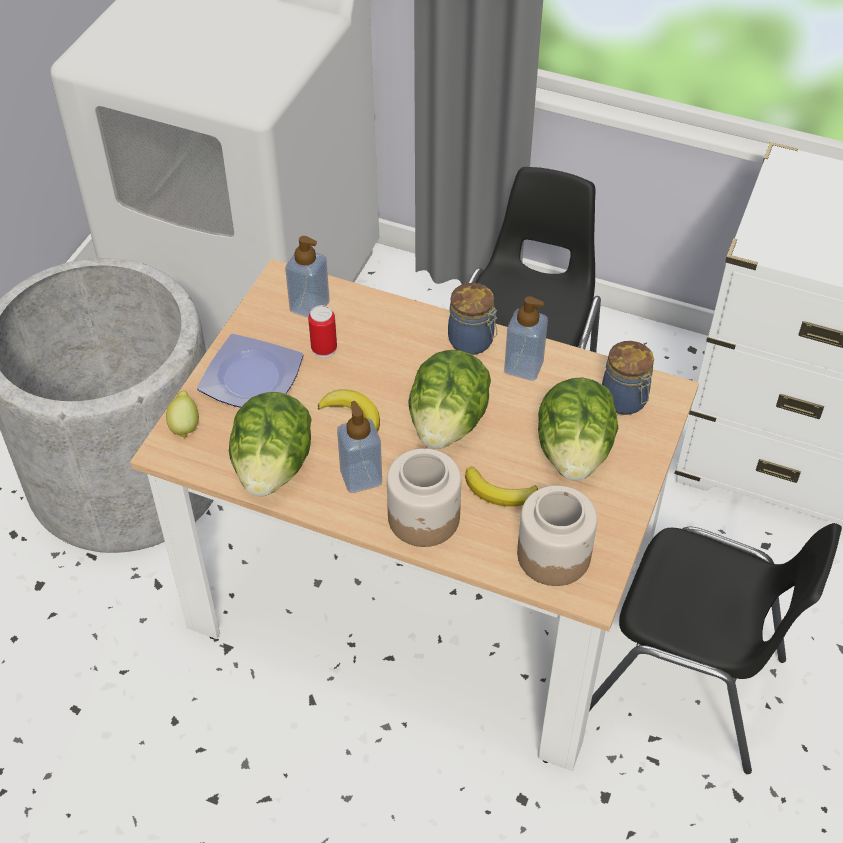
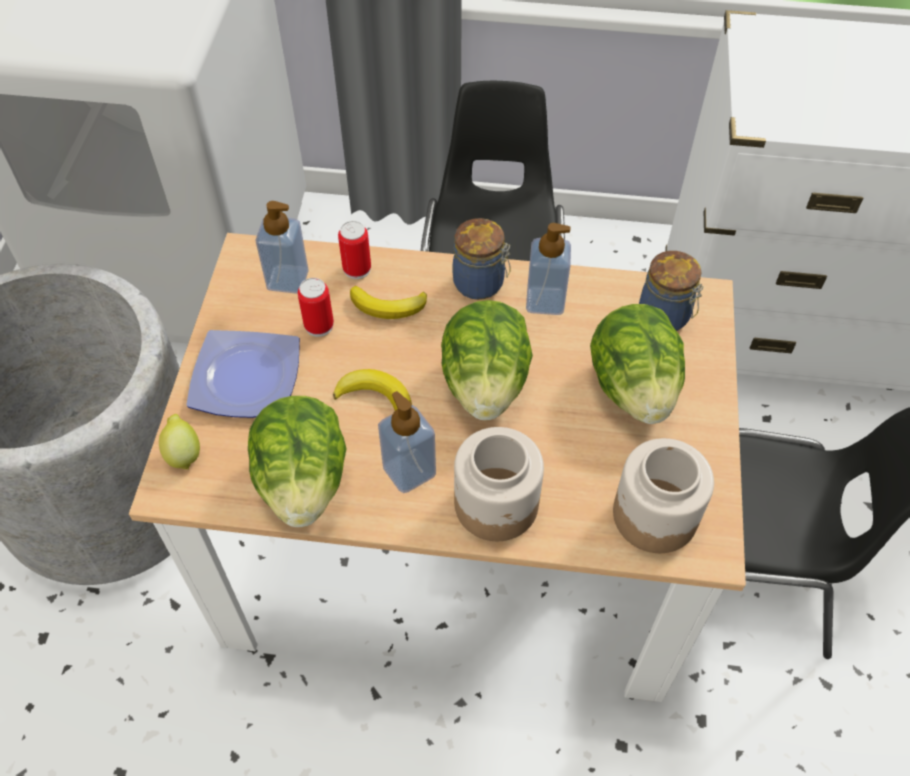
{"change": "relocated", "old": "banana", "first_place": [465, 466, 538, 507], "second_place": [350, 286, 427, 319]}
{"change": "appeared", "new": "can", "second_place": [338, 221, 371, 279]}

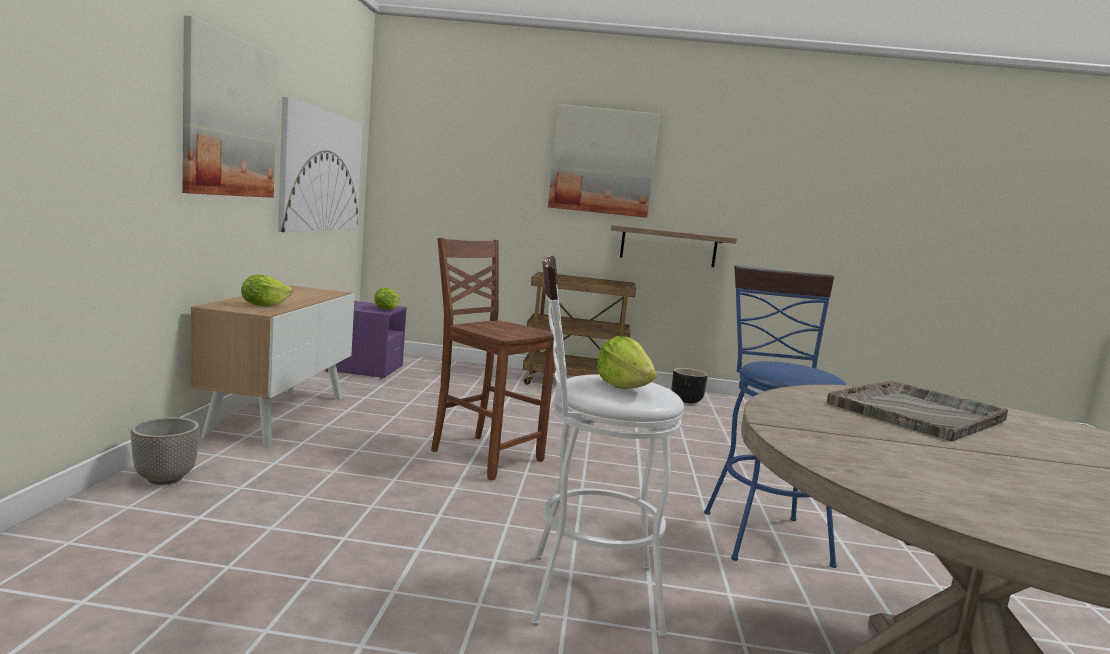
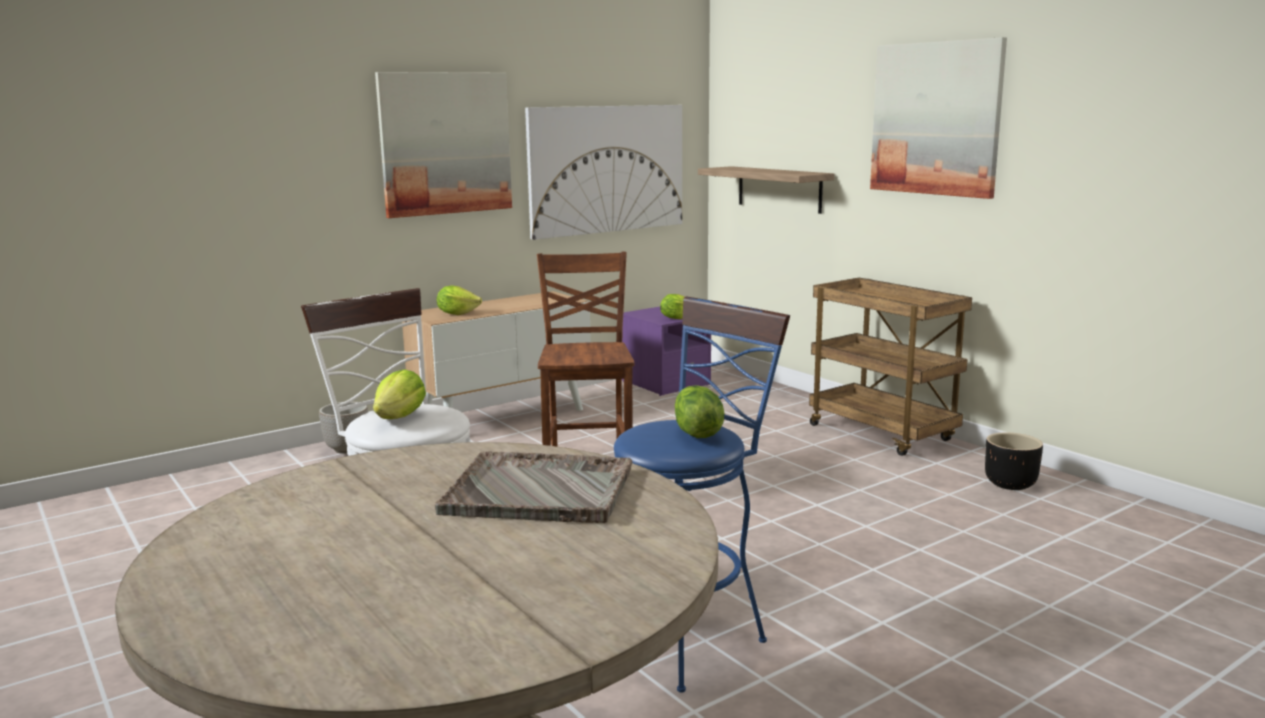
{"change": "relocated", "old": "shelf", "first_place": [611, 225, 737, 267], "second_place": [698, 166, 834, 214]}
{"change": "appeared", "new": "lettuce", "second_place": [675, 385, 725, 438]}

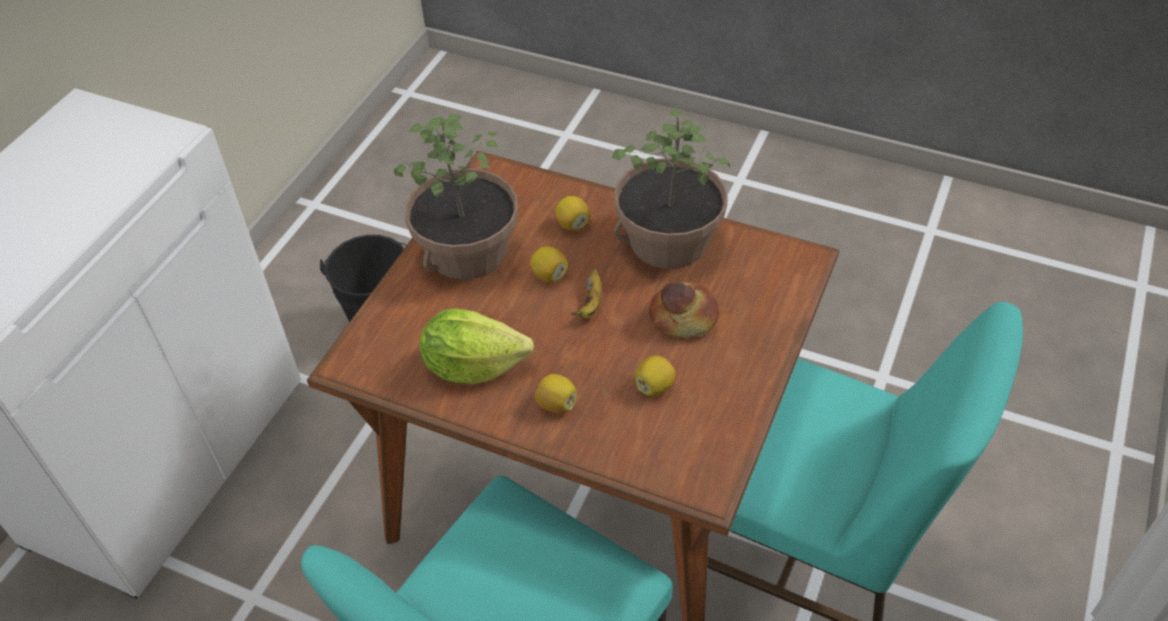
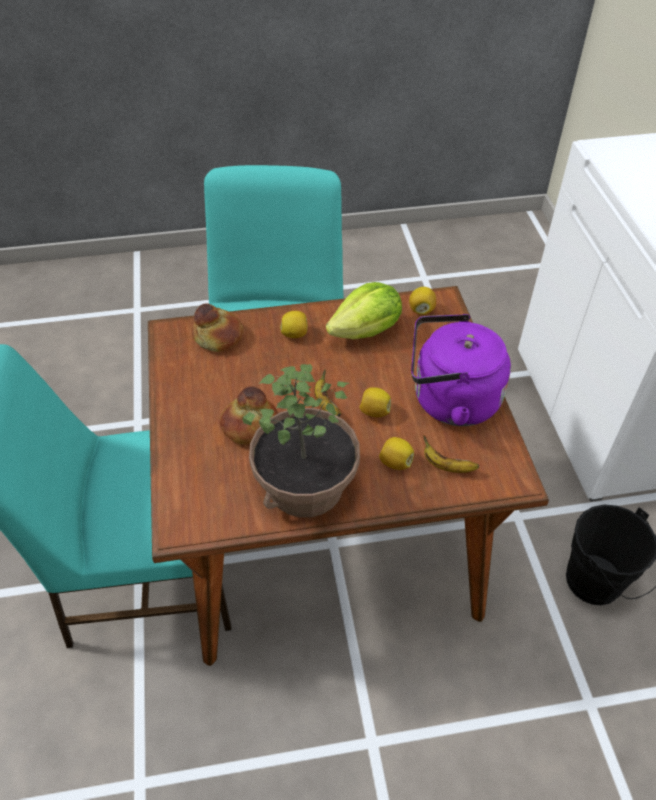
{"change": "exchanged", "old": "potted plant", "new": "kettle (purple)", "first_place": [394, 114, 518, 280], "second_place": [411, 314, 511, 426]}
{"change": "relocated", "old": "lemon", "first_place": [635, 355, 676, 396], "second_place": [409, 287, 436, 315]}
{"change": "appeared", "new": "bread", "second_place": [192, 303, 244, 352]}
{"change": "appeared", "new": "banana", "second_place": [424, 436, 479, 473]}

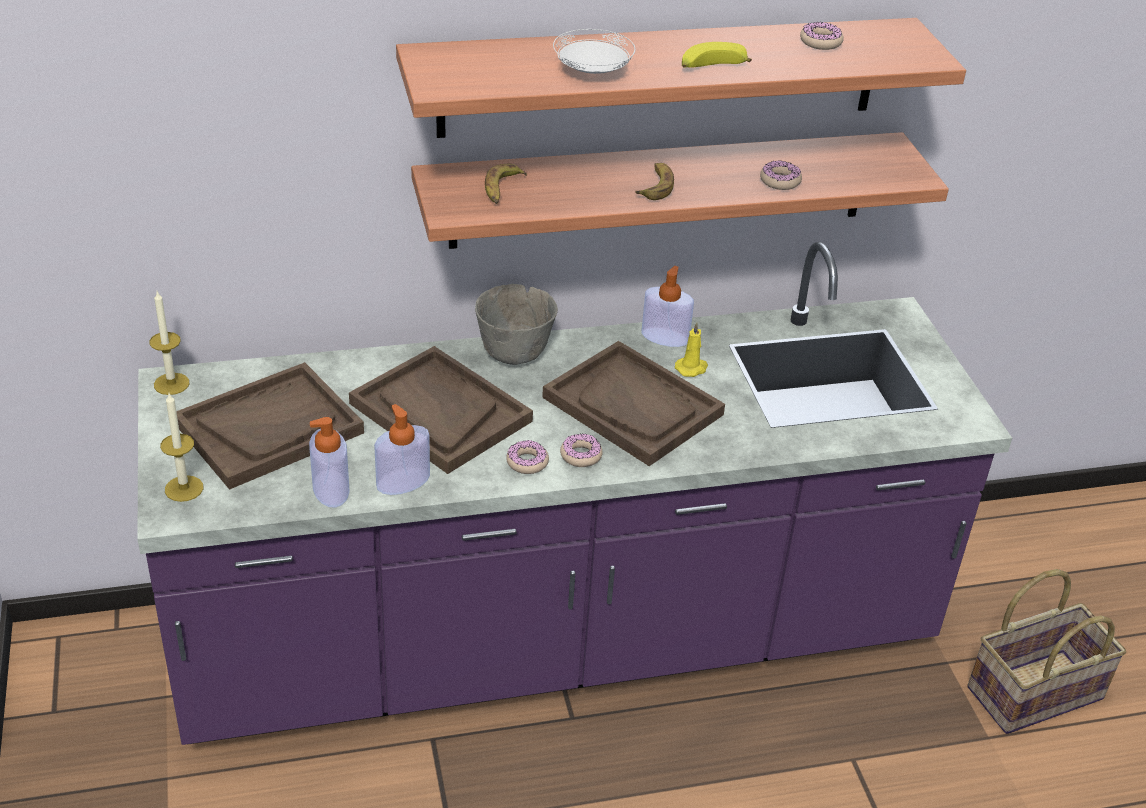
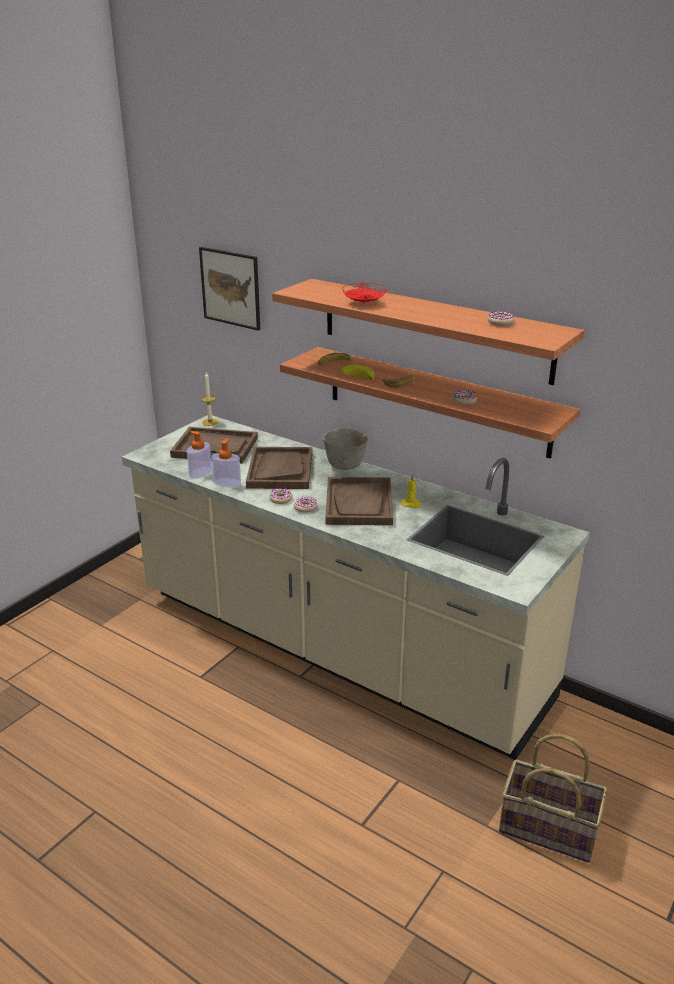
{"change": "colour", "old": "counter (purple)", "new": "counter (beige)", "first_place": [137, 242, 1012, 745], "second_place": [122, 415, 590, 760]}
{"change": "missing", "old": "candle", "first_place": [160, 393, 203, 502]}
{"change": "colour", "old": "plate (white)", "new": "plate (red)", "first_place": [553, 29, 635, 74], "second_place": [342, 283, 387, 303]}
{"change": "missing", "old": "soap dispenser", "first_place": [641, 266, 694, 347]}
{"change": "relocated", "old": "banana", "first_place": [682, 42, 752, 68], "second_place": [339, 365, 374, 380]}
{"change": "appeared", "new": "picture", "second_place": [199, 247, 260, 331]}

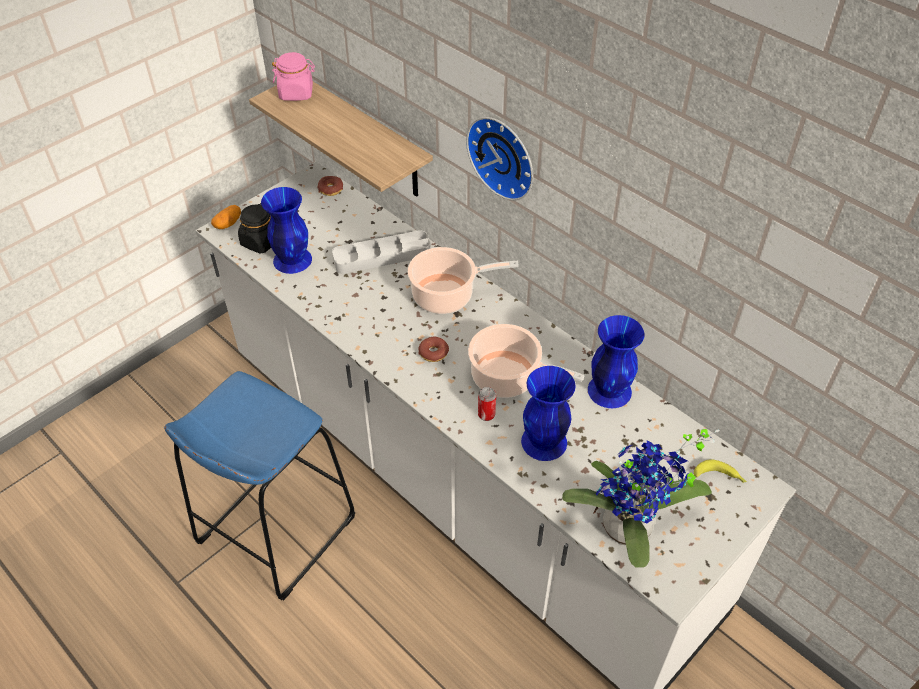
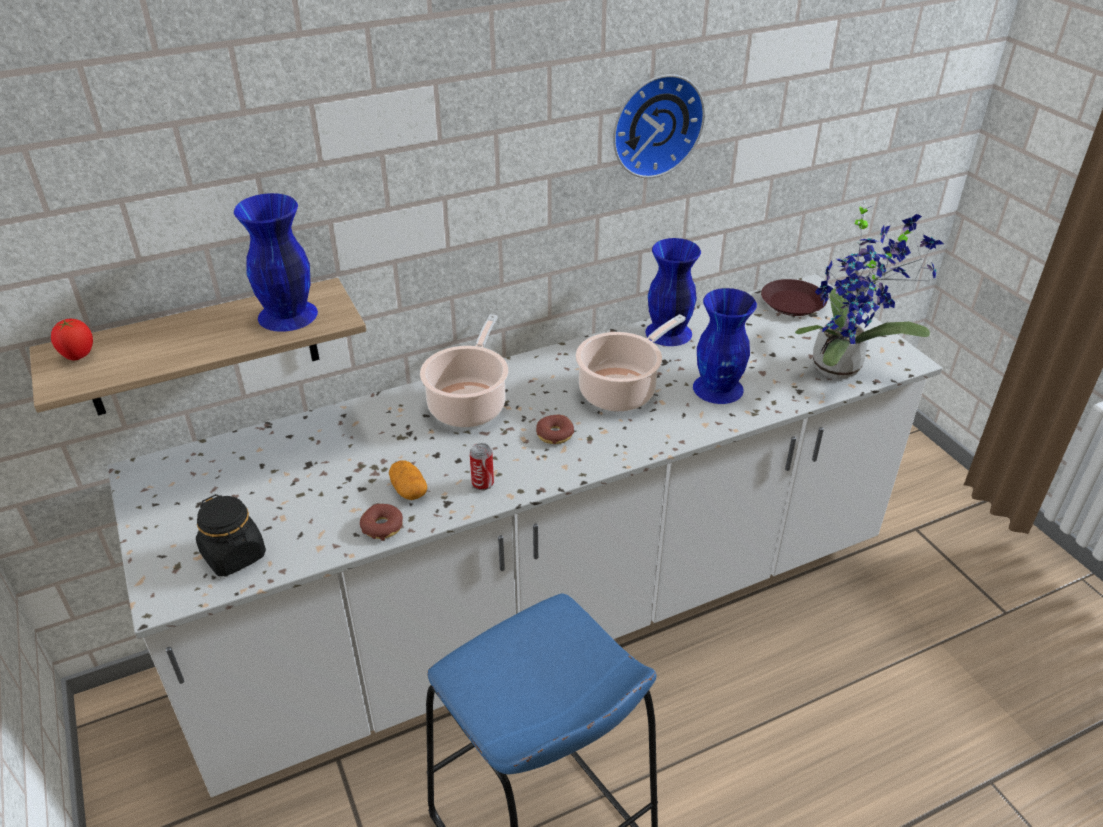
{"change": "relocated", "old": "potato", "first_place": [211, 205, 241, 229], "second_place": [389, 460, 427, 500]}
{"change": "relocated", "old": "vase (blue)", "first_place": [261, 187, 312, 274], "second_place": [234, 193, 318, 332]}
{"change": "exchanged", "old": "jar (pink)", "new": "tomato", "first_place": [272, 52, 315, 101], "second_place": [51, 319, 93, 360]}
{"change": "relocated", "old": "donut", "first_place": [317, 176, 343, 196], "second_place": [360, 504, 403, 541]}
{"change": "missing", "old": "tray (grey)", "first_place": [332, 230, 430, 274]}
{"change": "relocated", "old": "wall clock", "first_place": [466, 117, 533, 201], "second_place": [613, 74, 705, 178]}
{"change": "relocated", "old": "can", "first_place": [478, 387, 496, 421], "second_place": [470, 443, 494, 490]}
{"change": "exchanged", "old": "banana", "new": "plate (brown)", "first_place": [694, 460, 747, 483], "second_place": [761, 279, 827, 316]}

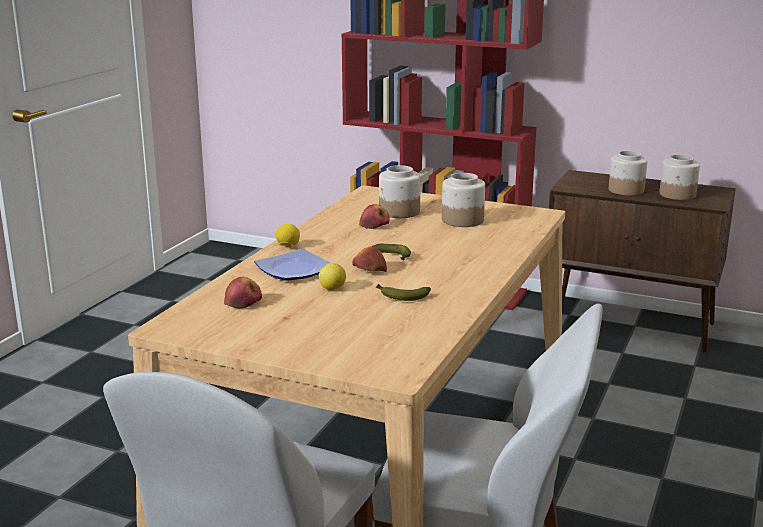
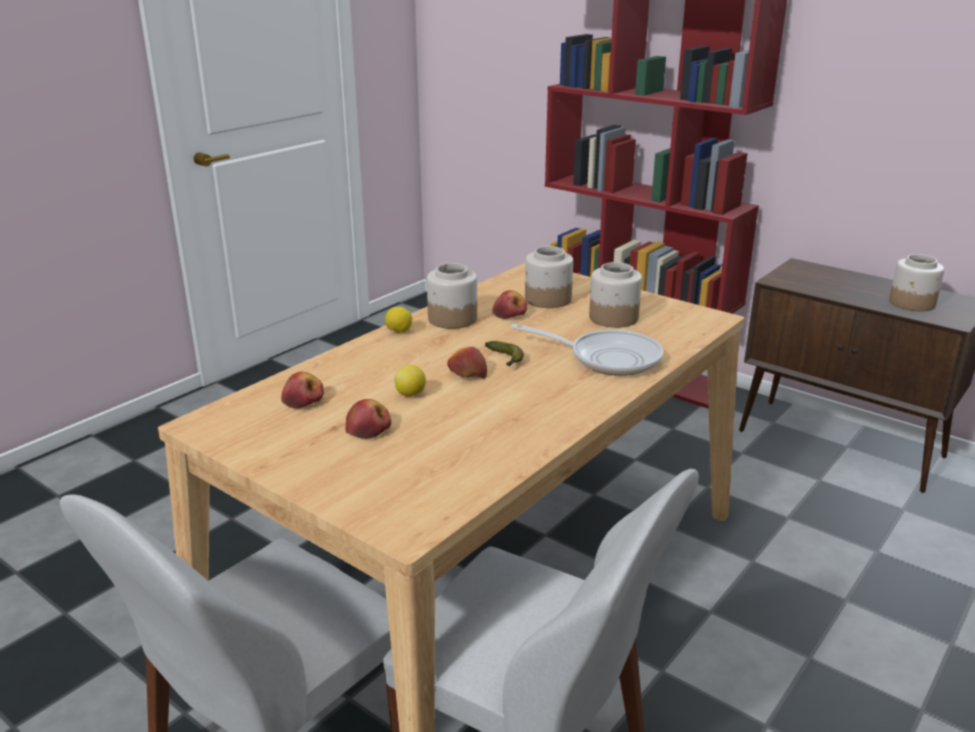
{"change": "missing", "old": "plate", "first_place": [254, 249, 331, 281]}
{"change": "missing", "old": "banana", "first_place": [376, 284, 431, 301]}
{"change": "relocated", "old": "jar", "first_place": [609, 151, 647, 196], "second_place": [427, 263, 477, 329]}
{"change": "appeared", "new": "apple", "second_place": [346, 399, 391, 439]}
{"change": "appeared", "new": "frying pan", "second_place": [511, 324, 663, 376]}

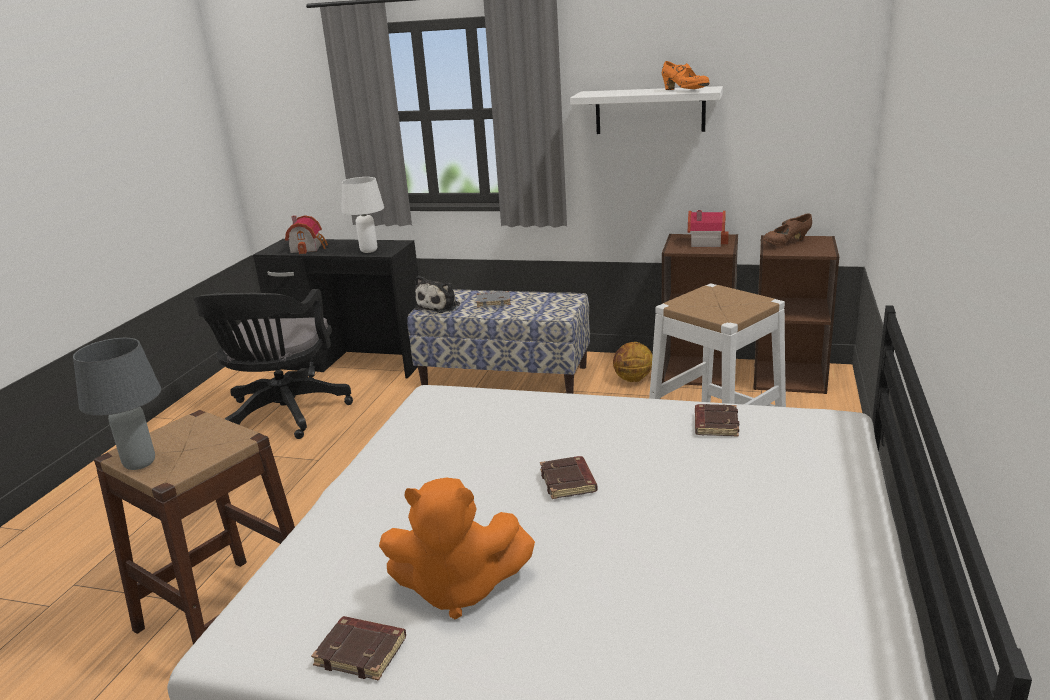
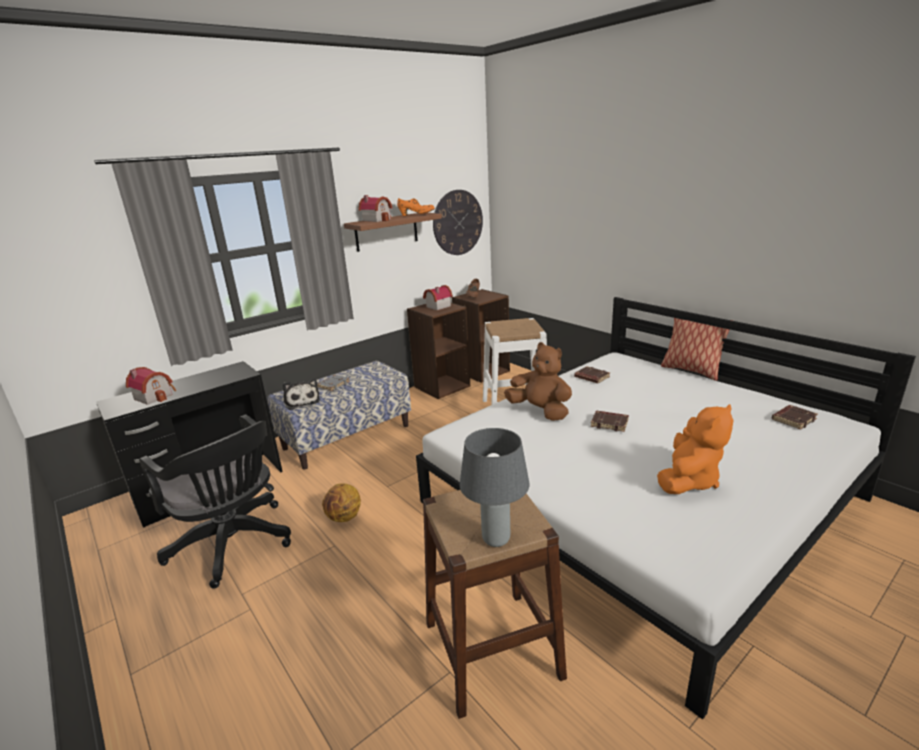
{"change": "relocated", "old": "book (brown)", "first_place": [311, 616, 406, 681], "second_place": [772, 405, 818, 430]}
{"change": "missing", "old": "table lamp (white)", "first_place": [342, 177, 384, 253]}
{"change": "colour", "old": "shelf (white)", "new": "shelf (brown)", "first_place": [570, 86, 723, 134], "second_place": [344, 213, 442, 252]}
{"change": "relocated", "old": "basketball", "first_place": [613, 342, 653, 382], "second_place": [322, 484, 361, 522]}
{"change": "appeared", "new": "toy house", "second_place": [358, 195, 392, 222]}
{"change": "appeared", "new": "wall clock", "second_place": [433, 190, 483, 255]}
{"change": "appeared", "new": "plush toy (brown)", "second_place": [504, 342, 572, 421]}
{"change": "appeared", "new": "pillow", "second_place": [661, 318, 733, 381]}

